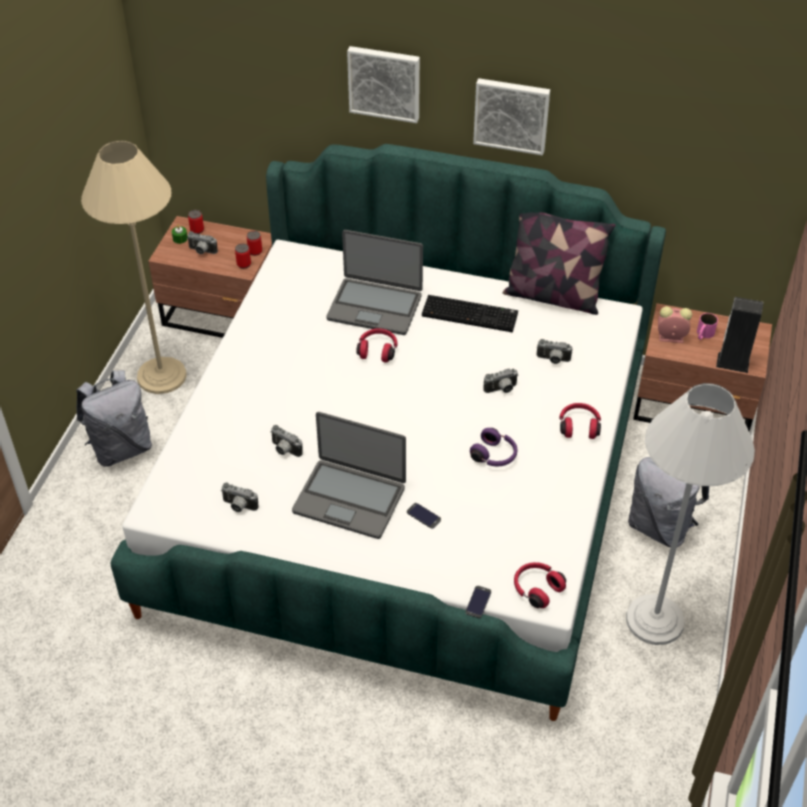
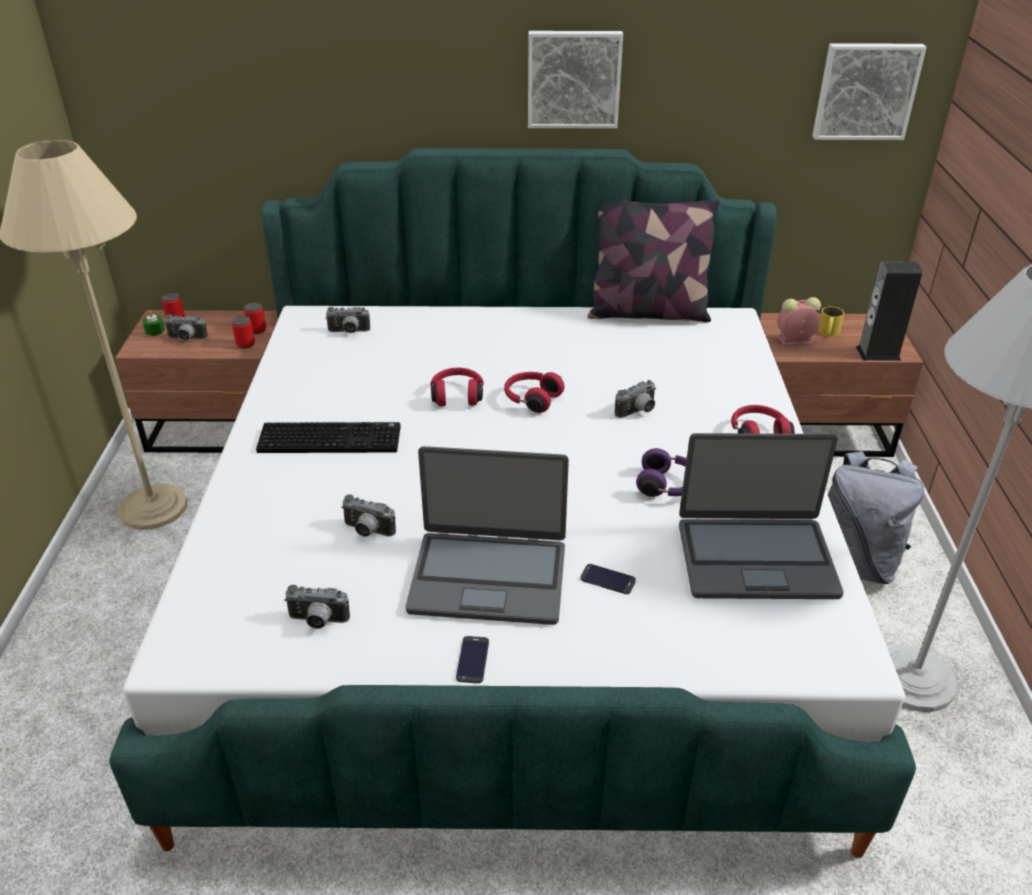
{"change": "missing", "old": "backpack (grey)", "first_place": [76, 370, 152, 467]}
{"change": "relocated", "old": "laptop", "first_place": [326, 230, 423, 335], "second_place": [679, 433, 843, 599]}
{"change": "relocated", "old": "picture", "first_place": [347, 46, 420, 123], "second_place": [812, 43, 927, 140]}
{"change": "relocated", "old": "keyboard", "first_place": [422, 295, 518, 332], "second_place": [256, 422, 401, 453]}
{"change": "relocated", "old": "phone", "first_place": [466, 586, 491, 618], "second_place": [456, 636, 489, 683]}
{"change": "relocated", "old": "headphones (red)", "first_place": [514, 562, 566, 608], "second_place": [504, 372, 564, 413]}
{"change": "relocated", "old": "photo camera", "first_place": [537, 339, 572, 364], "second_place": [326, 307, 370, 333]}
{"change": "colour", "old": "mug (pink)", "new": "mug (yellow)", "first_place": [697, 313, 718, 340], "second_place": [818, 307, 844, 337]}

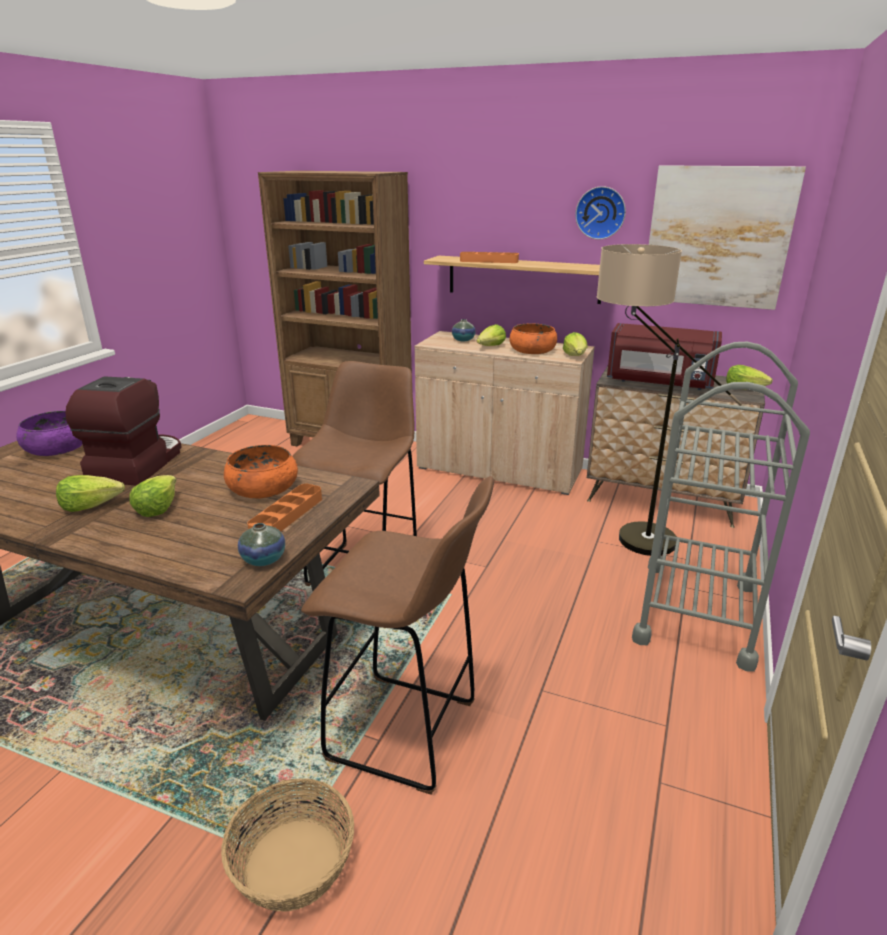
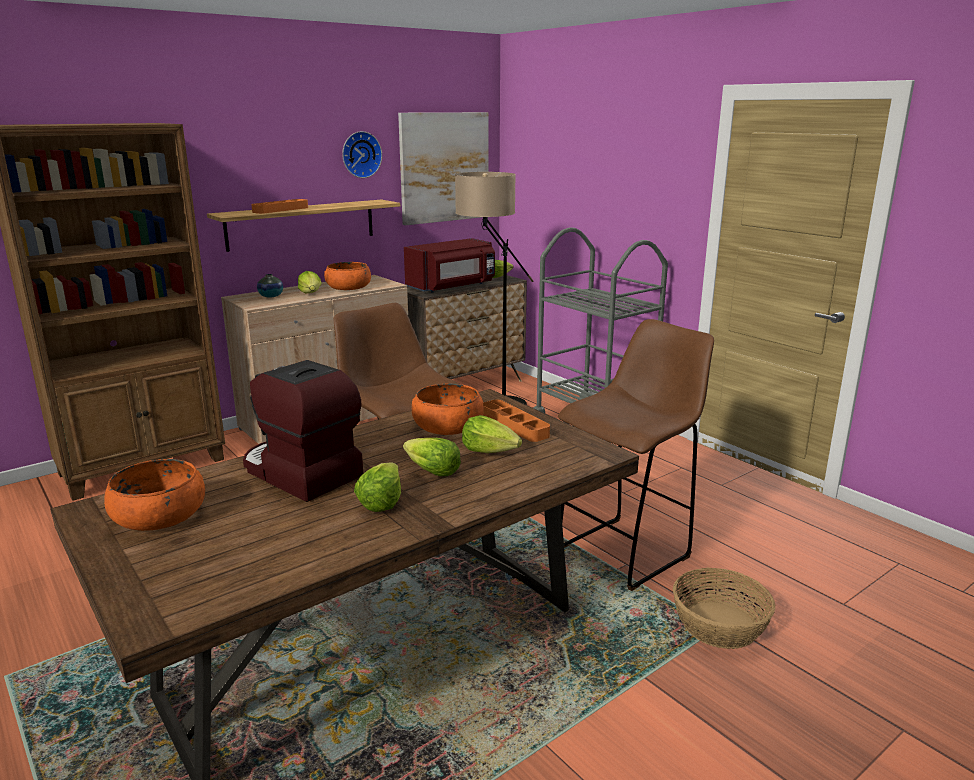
{"change": "colour", "old": "bowl (purple)", "new": "bowl (orange)", "first_place": [16, 411, 82, 456], "second_place": [104, 459, 205, 531]}
{"change": "missing", "old": "vase", "first_place": [238, 523, 285, 566]}
{"change": "relocated", "old": "lettuce", "first_place": [563, 332, 588, 356], "second_place": [462, 415, 522, 453]}

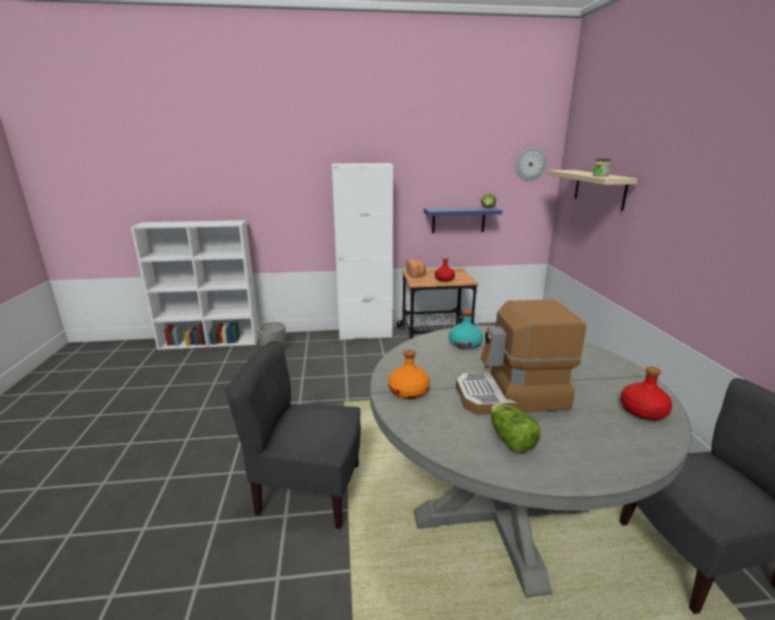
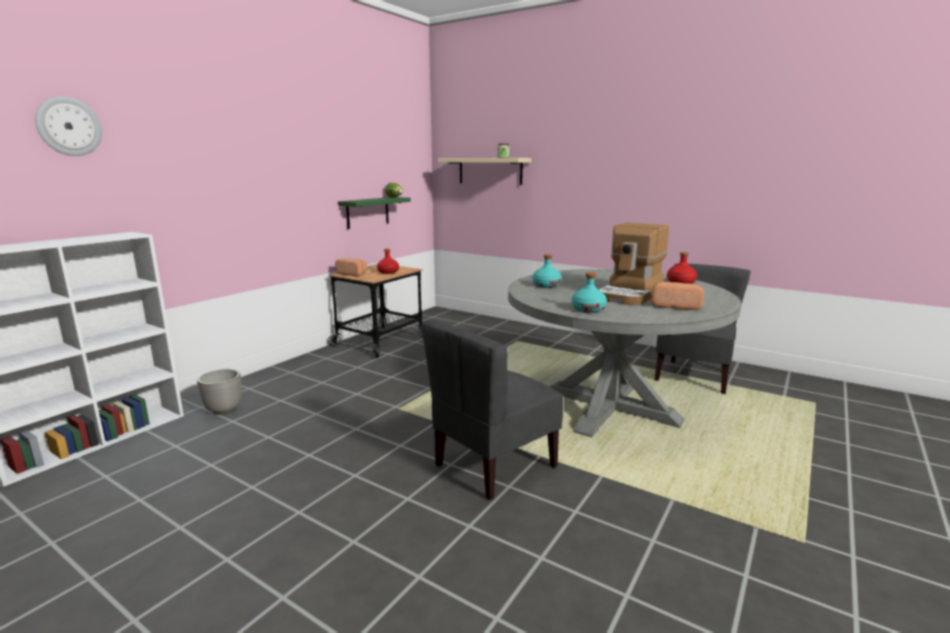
{"change": "missing", "old": "cabinet (white)", "first_place": [332, 163, 393, 340]}
{"change": "colour", "old": "bottle (orange)", "new": "bottle (turquoise)", "first_place": [388, 349, 430, 399], "second_place": [572, 272, 607, 313]}
{"change": "colour", "old": "shelf (blue)", "new": "shelf (green)", "first_place": [424, 207, 502, 233], "second_place": [338, 197, 411, 229]}
{"change": "exchanged", "old": "lettuce", "new": "bread", "first_place": [491, 404, 541, 452], "second_place": [651, 282, 704, 310]}
{"change": "relocated", "old": "wall clock", "first_place": [516, 147, 547, 181], "second_place": [35, 96, 102, 156]}

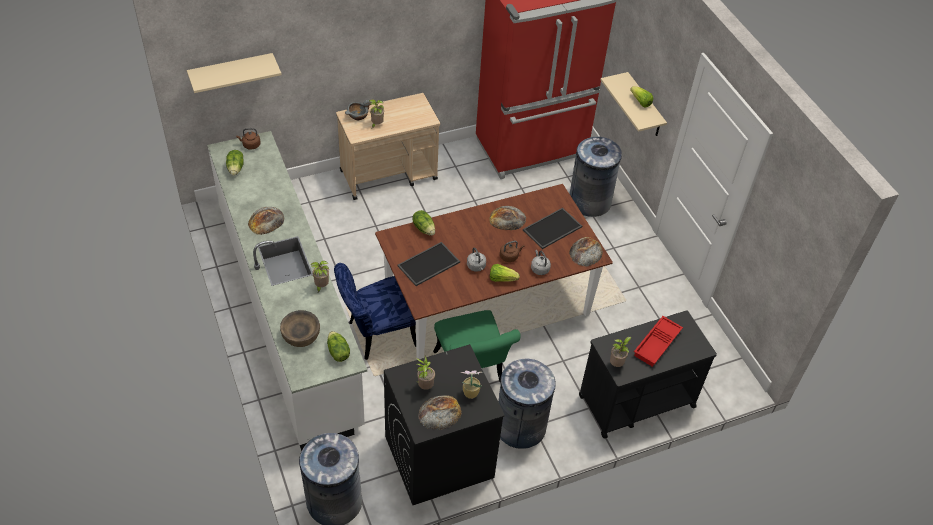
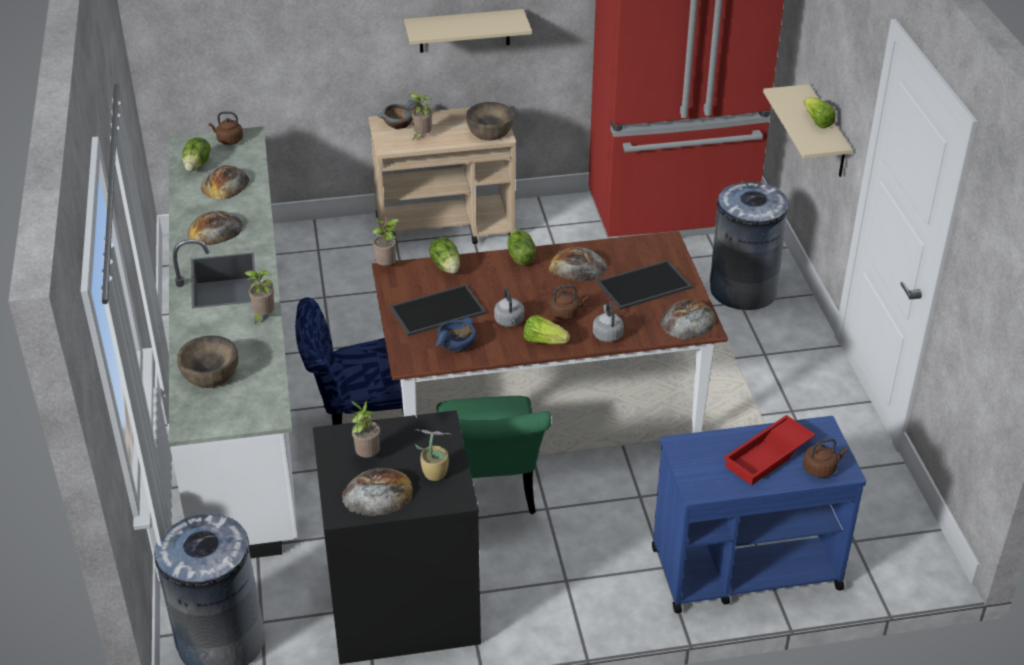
{"change": "relocated", "old": "shelf (beige)", "first_place": [187, 53, 282, 93], "second_place": [404, 9, 532, 53]}
{"change": "relocated", "old": "lettuce", "first_place": [327, 331, 350, 362], "second_place": [508, 229, 536, 265]}
{"change": "missing", "old": "trash can (grey)", "first_place": [498, 358, 556, 449]}
{"change": "colour", "old": "cart (black)", "new": "cart (blue)", "first_place": [579, 311, 717, 439], "second_place": [652, 416, 866, 613]}
{"change": "relocated", "old": "potted plant", "first_place": [610, 337, 632, 367], "second_place": [372, 219, 399, 266]}
{"change": "appeared", "new": "bread", "second_place": [201, 165, 250, 200]}
{"change": "appeared", "new": "bowl (blue)", "second_place": [435, 317, 477, 353]}
{"change": "appeared", "new": "bowl (brown)", "second_place": [466, 102, 514, 140]}
{"change": "appeared", "new": "kettle (brown)", "second_place": [803, 438, 848, 478]}

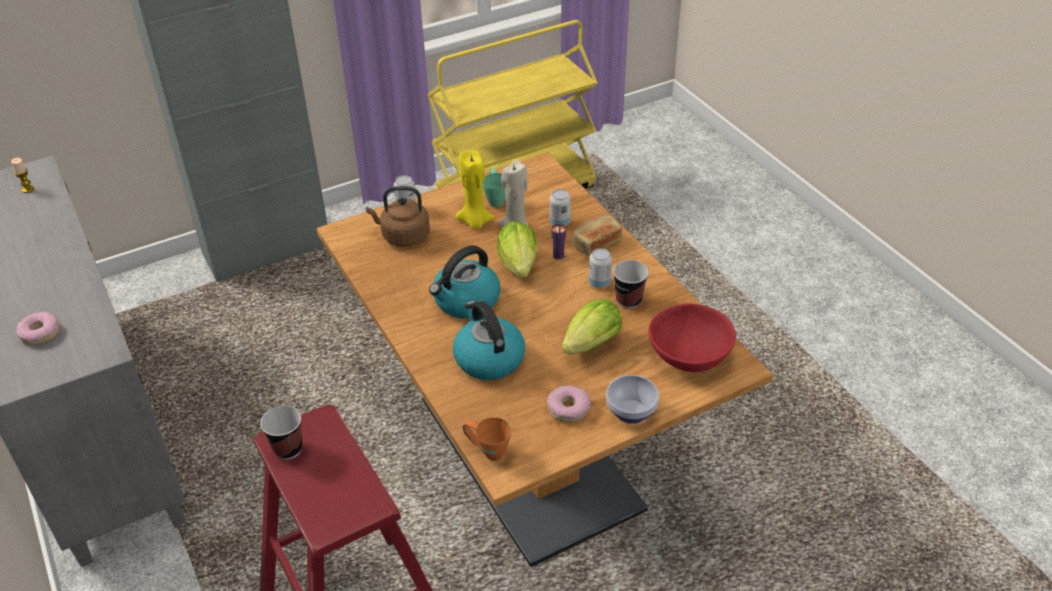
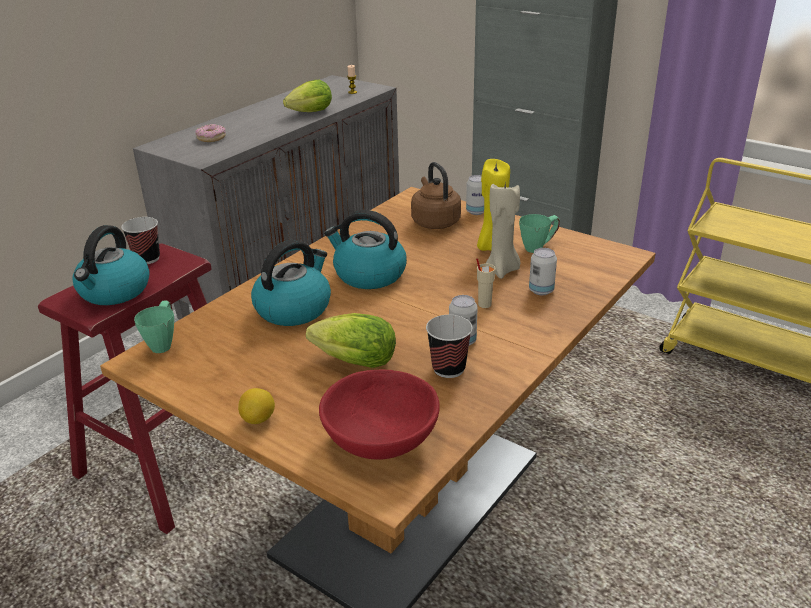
{"change": "colour", "old": "mug (orange)", "new": "mug (green)", "first_place": [462, 417, 511, 461], "second_place": [134, 300, 174, 353]}
{"change": "relocated", "old": "lettuce", "first_place": [497, 221, 537, 278], "second_place": [283, 80, 332, 112]}
{"change": "missing", "old": "donut", "first_place": [547, 385, 590, 422]}
{"change": "colour", "old": "cup (purple)", "new": "cup (beige)", "first_place": [551, 224, 566, 259], "second_place": [476, 258, 496, 308]}
{"change": "missing", "old": "bread", "first_place": [572, 215, 622, 255]}
{"change": "exchanged", "old": "bowl", "new": "lemon", "first_place": [606, 375, 659, 424], "second_place": [238, 388, 275, 424]}
{"change": "appeared", "new": "kettle", "second_place": [73, 225, 150, 305]}

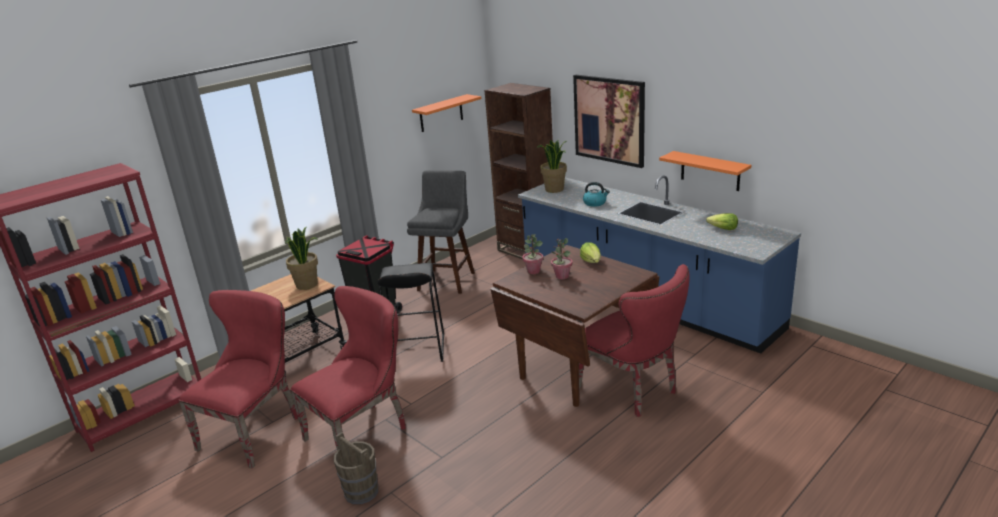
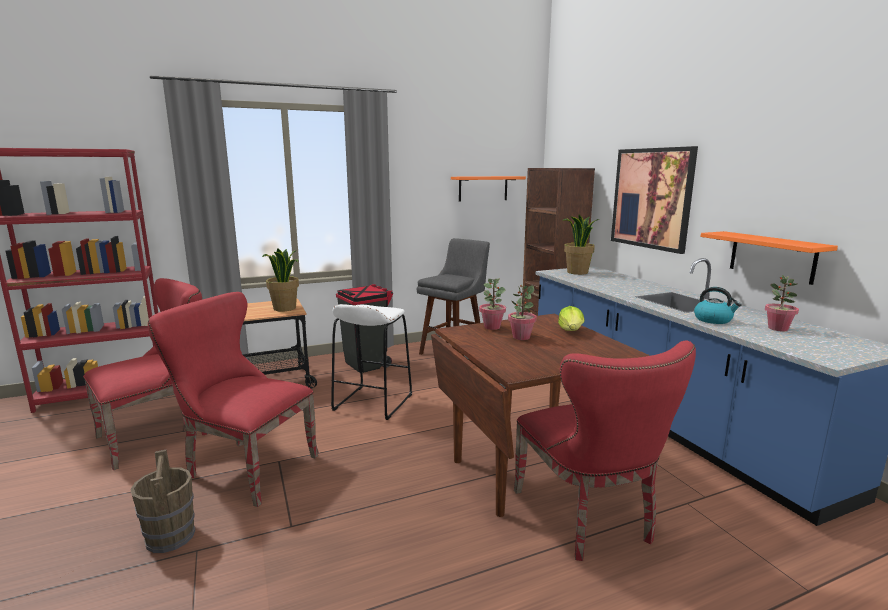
{"change": "spun", "old": "chair (red)", "first_place": [290, 286, 406, 450], "second_place": [148, 292, 318, 507], "degrees": -135}
{"change": "colour", "old": "stool (black)", "new": "stool (white)", "first_place": [378, 263, 444, 362], "second_place": [331, 304, 412, 420]}
{"change": "relocated", "old": "kettle", "first_place": [583, 182, 610, 207], "second_place": [694, 287, 742, 324]}
{"change": "exchanged", "old": "lettuce", "new": "potted plant", "first_place": [706, 213, 738, 230], "second_place": [765, 275, 799, 331]}

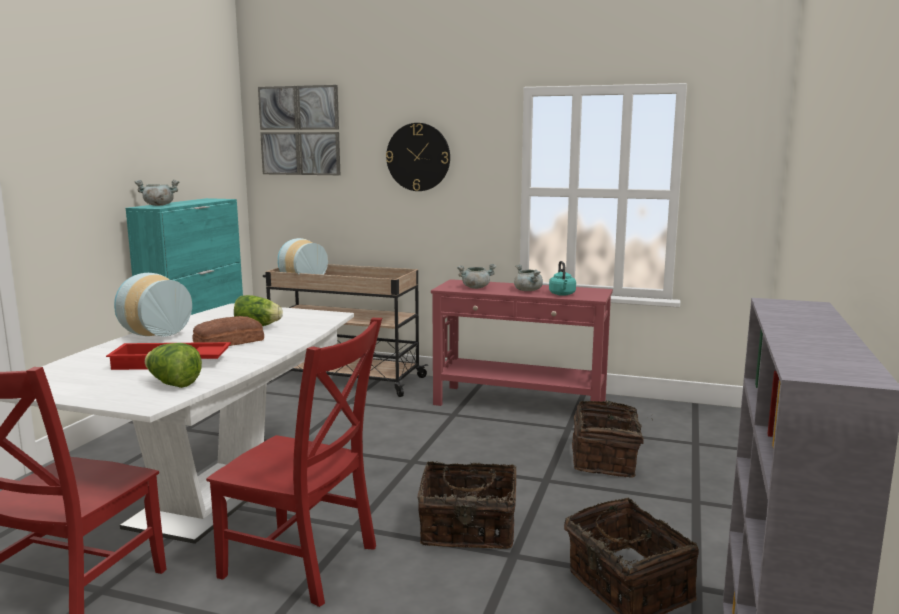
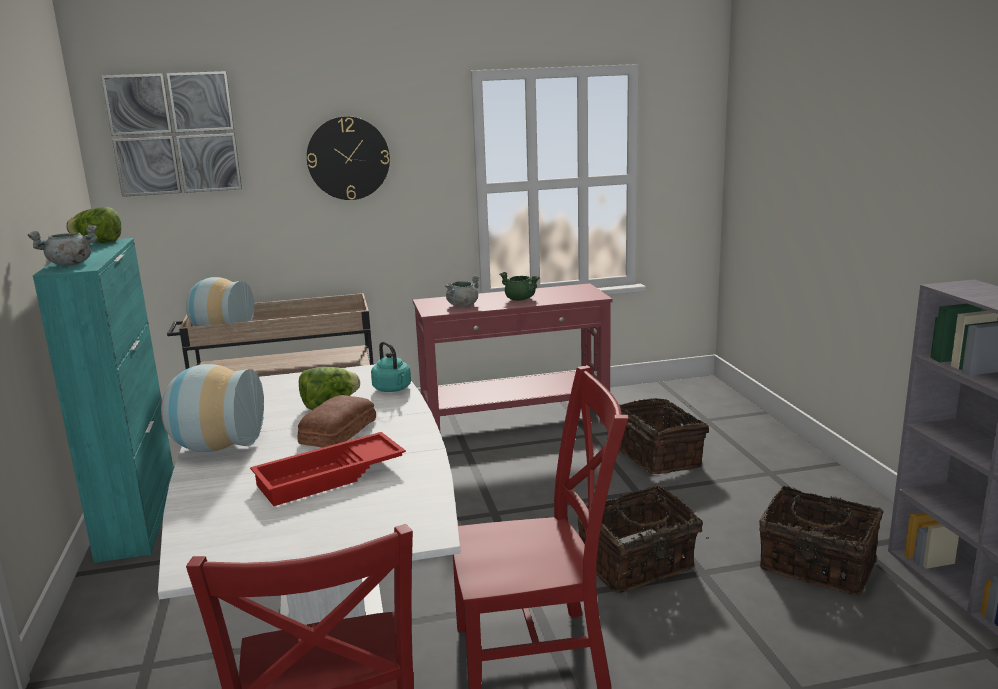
{"change": "relocated", "old": "lettuce", "first_place": [145, 343, 202, 388], "second_place": [66, 207, 122, 243]}
{"change": "colour", "old": "cooking pot (grey)", "new": "cooking pot (green)", "first_place": [514, 264, 543, 291], "second_place": [499, 272, 540, 301]}
{"change": "relocated", "old": "kettle (turquoise)", "first_place": [549, 261, 576, 296], "second_place": [371, 341, 411, 392]}

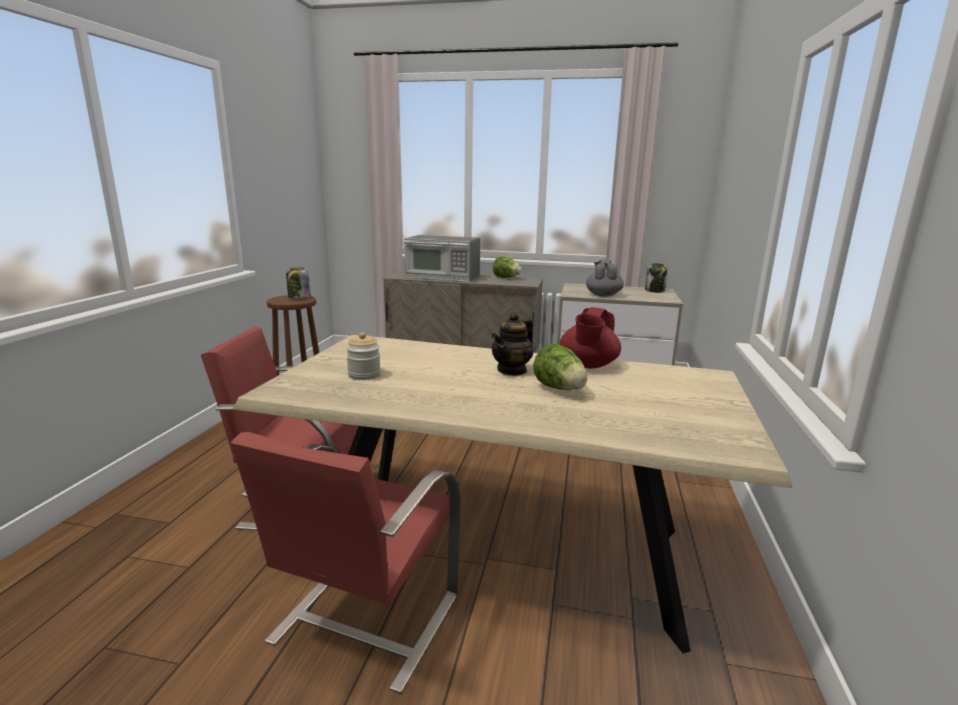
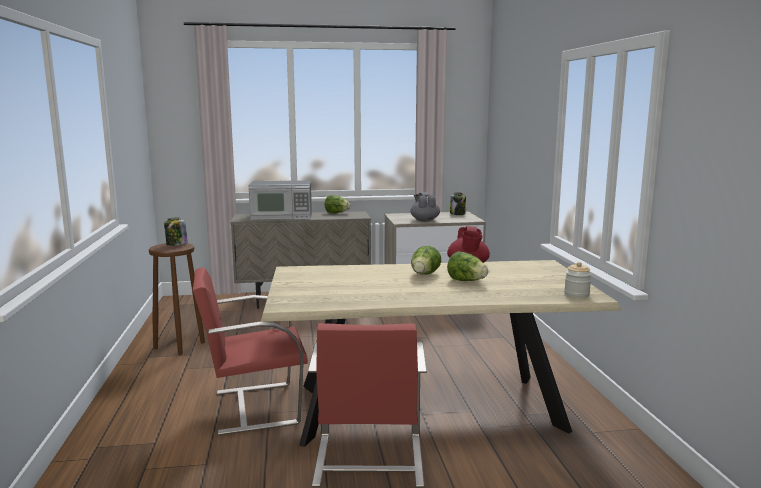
{"change": "relocated", "old": "jar", "first_place": [346, 332, 381, 380], "second_place": [564, 262, 592, 298]}
{"change": "exchanged", "old": "teapot", "new": "lettuce", "first_place": [491, 312, 533, 376], "second_place": [411, 246, 441, 275]}

